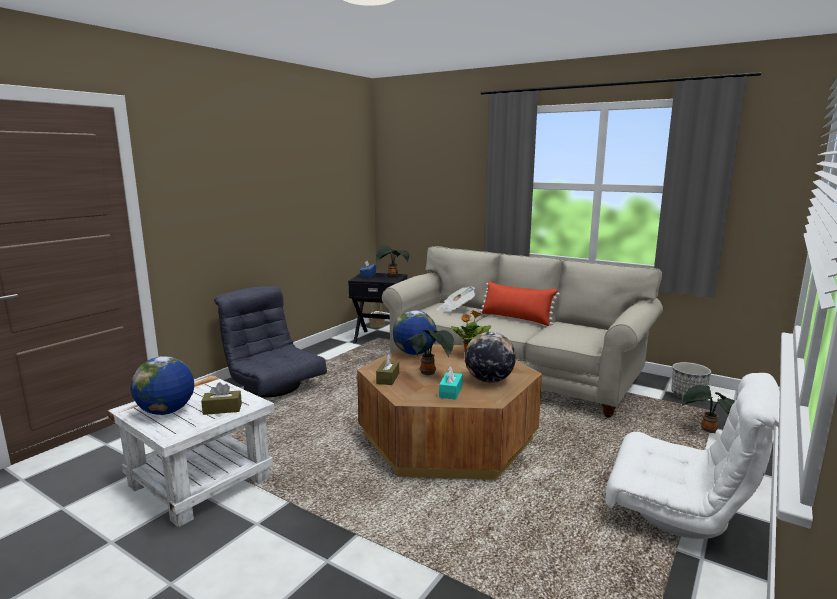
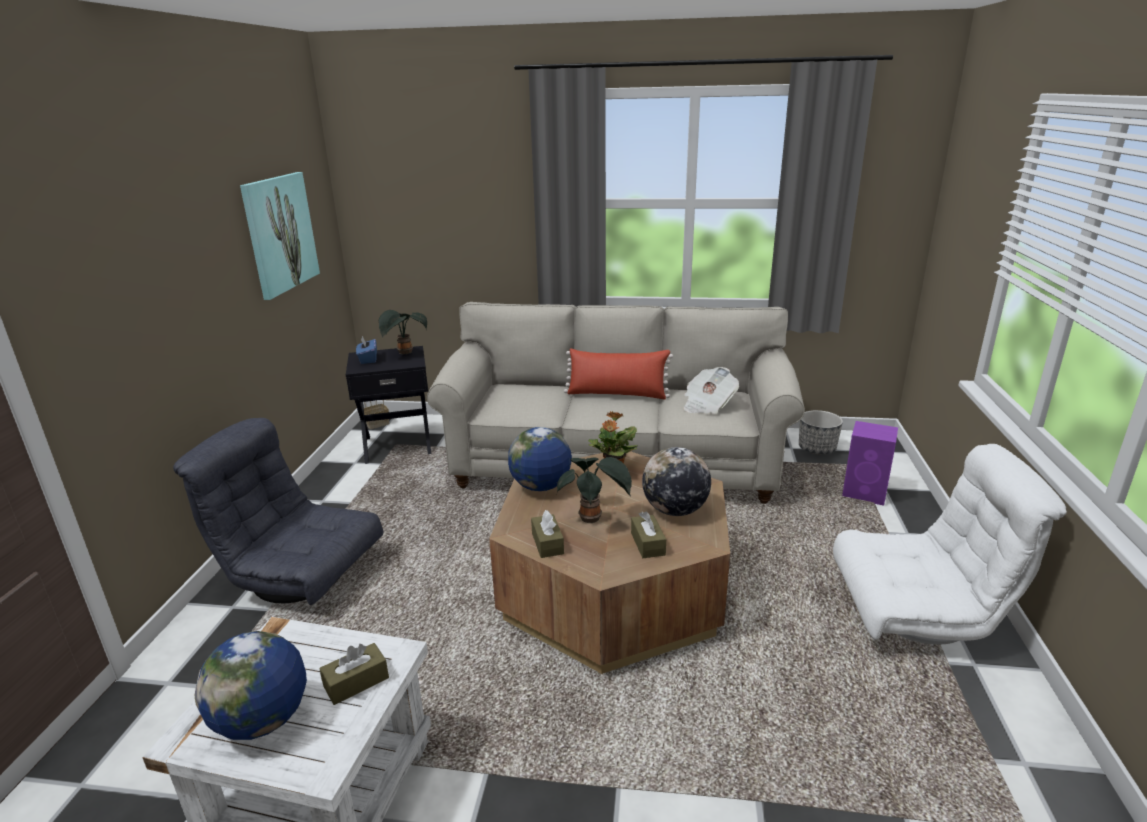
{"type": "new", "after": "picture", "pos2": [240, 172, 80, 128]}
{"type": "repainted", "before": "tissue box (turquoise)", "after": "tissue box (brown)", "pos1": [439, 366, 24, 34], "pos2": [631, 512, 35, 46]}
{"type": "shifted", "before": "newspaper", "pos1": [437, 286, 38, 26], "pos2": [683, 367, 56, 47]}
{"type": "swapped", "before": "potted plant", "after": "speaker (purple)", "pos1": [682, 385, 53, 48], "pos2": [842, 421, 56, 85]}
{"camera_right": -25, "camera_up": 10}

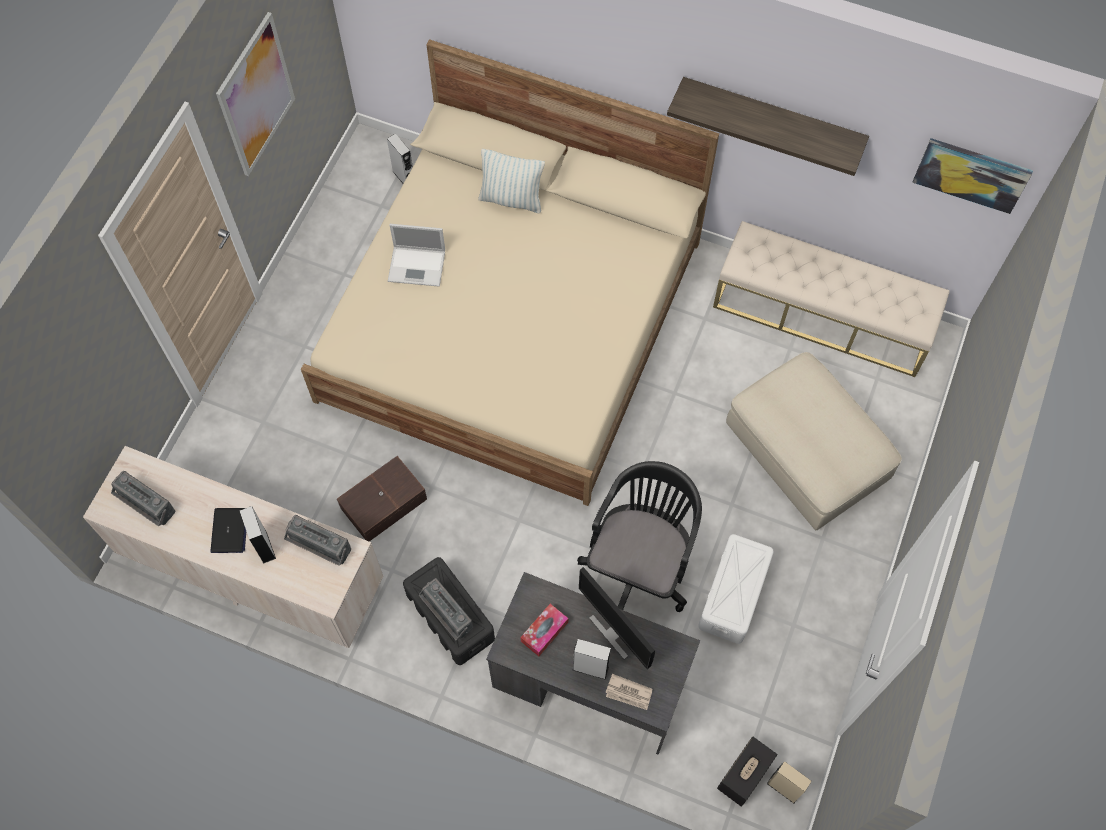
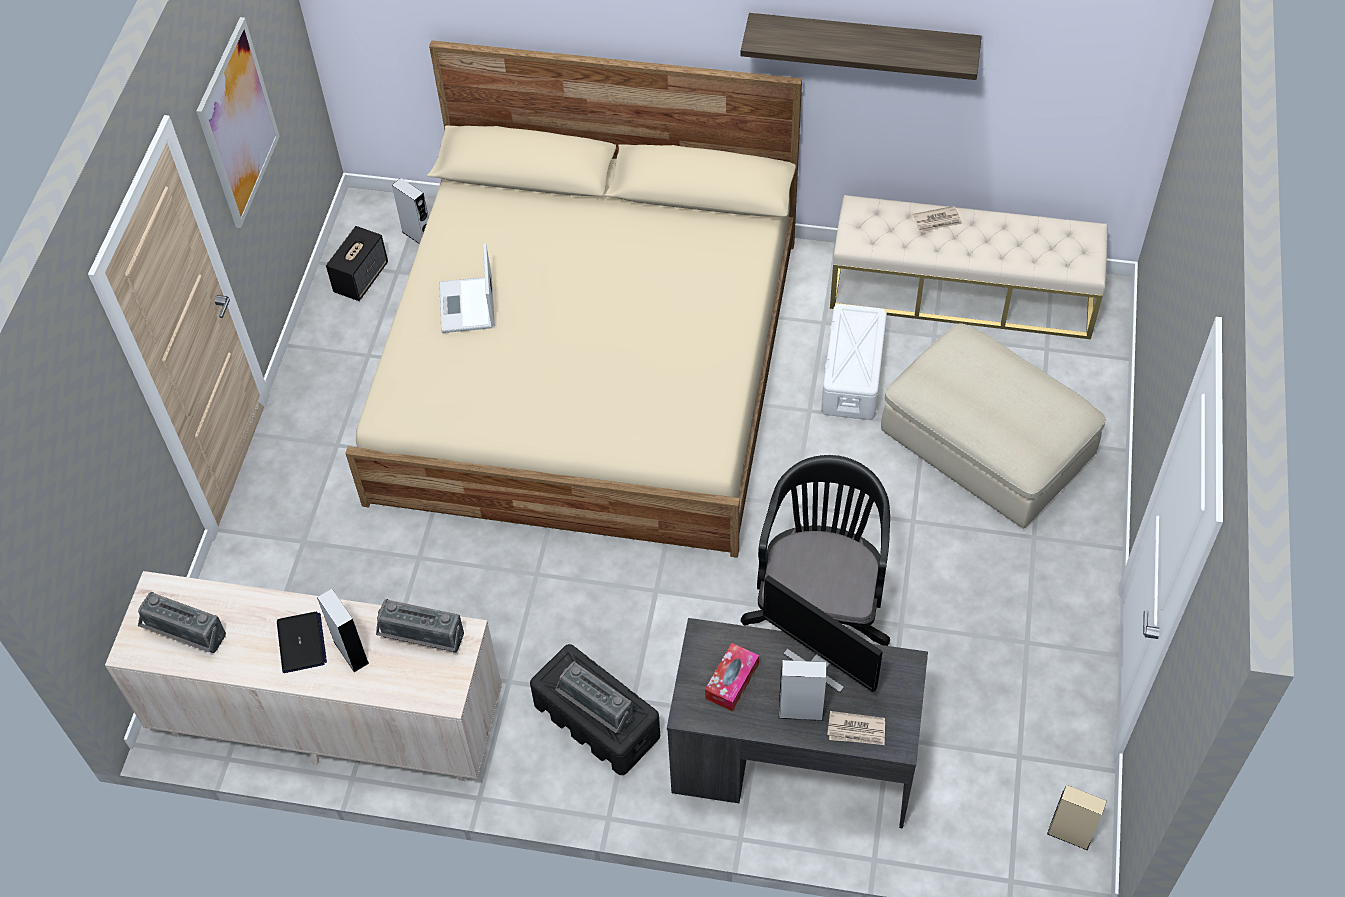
{"type": "shifted", "before": "speaker", "pos1": [717, 736, 61, 71], "pos2": [326, 226, 62, 75]}
{"type": "rotated", "before": "laptop", "pos1": [388, 224, 57, 63], "pos2": [439, 244, 56, 89], "turn": 90}
{"type": "shifted", "before": "storage box (white)", "pos1": [698, 534, 76, 110], "pos2": [821, 304, 66, 116]}
{"type": "new", "after": "newspaper", "pos2": [913, 206, 49, 26]}
{"type": "gone", "before": "storage box (brown)", "pos1": [337, 456, 90, 85]}
{"type": "gone", "before": "pillow", "pos1": [478, 149, 67, 65]}
{"type": "gone", "before": "picture", "pos1": [912, 138, 121, 76]}
{"camera_right": -10, "camera_up": -10}

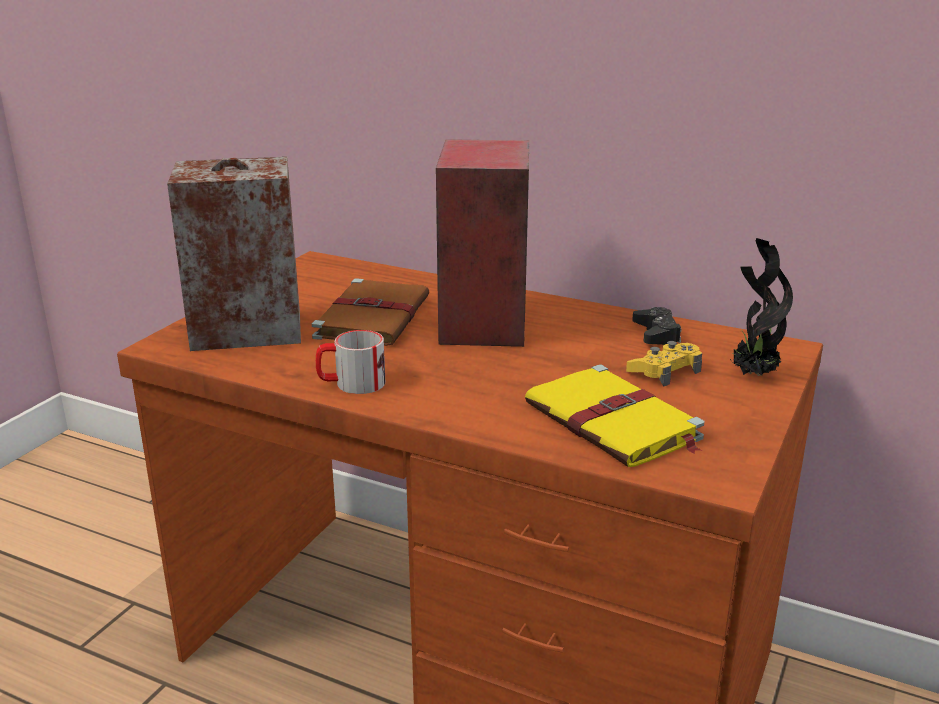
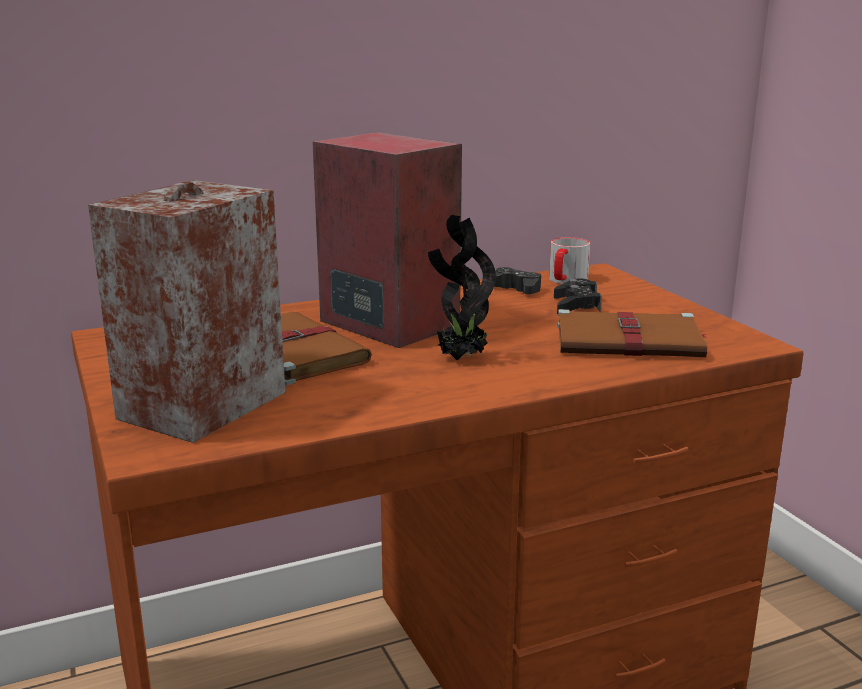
{"type": "shifted", "before": "potted plant", "pos1": [730, 238, 63, 138], "pos2": [428, 215, 68, 146]}
{"type": "shifted", "before": "mug", "pos1": [316, 330, 69, 64], "pos2": [549, 237, 41, 47]}
{"type": "repainted", "before": "game controller (yellow)", "after": "game controller (black)", "pos1": [626, 341, 76, 46], "pos2": [554, 279, 48, 35]}
{"type": "repainted", "before": "book (yellow)", "after": "book (brown)", "pos1": [525, 365, 179, 102], "pos2": [558, 309, 150, 48]}
{"camera_right": -50, "camera_up": -5}

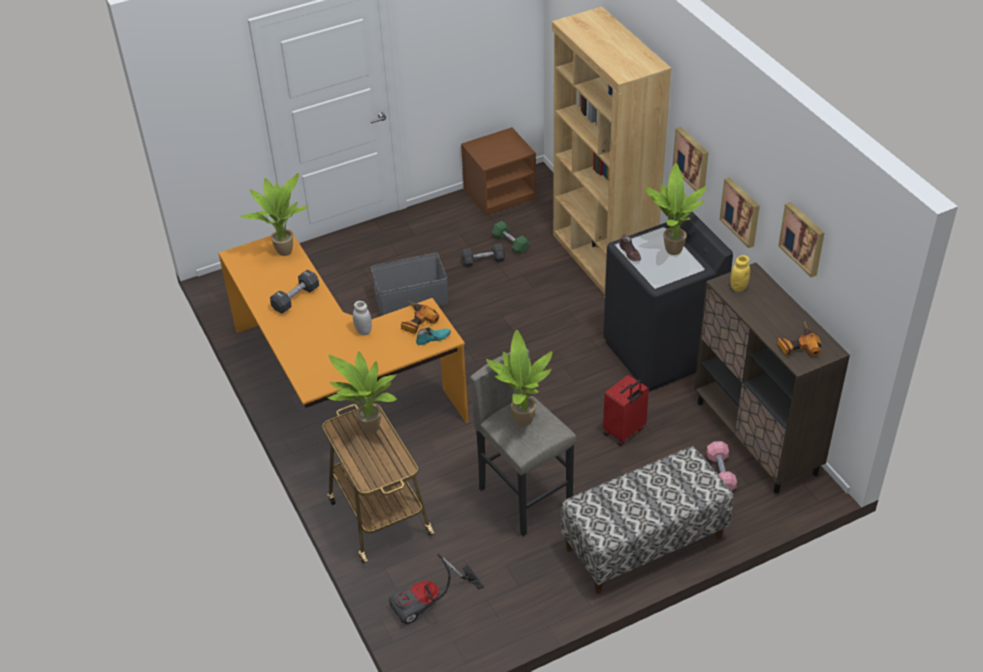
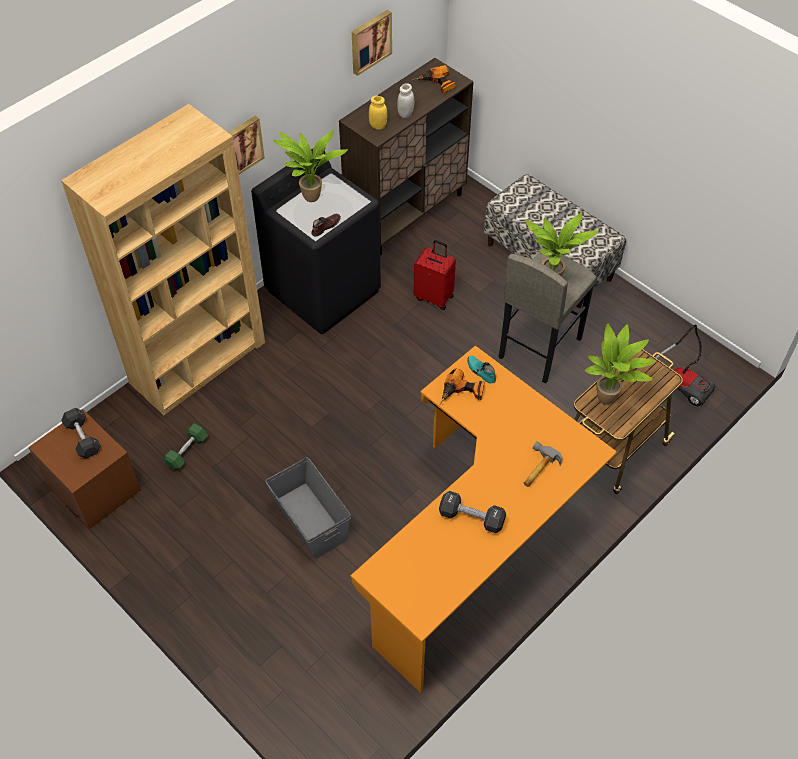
{"type": "shifted", "before": "dumbbell (grey)", "pos1": [461, 243, 44, 24], "pos2": [61, 408, 40, 51]}
{"type": "shifted", "before": "jar (white)", "pos1": [353, 301, 19, 34], "pos2": [397, 83, 17, 35]}
{"type": "new", "after": "hammer", "pos2": [524, 441, 38, 46]}
{"type": "gone", "before": "potted plant", "pos1": [240, 173, 68, 83]}
{"type": "gone", "before": "dumbbell (pink)", "pos1": [707, 441, 30, 50]}
{"type": "gone", "before": "picture", "pos1": [720, 177, 40, 71]}
{"camera_right": -110, "camera_up": 10}

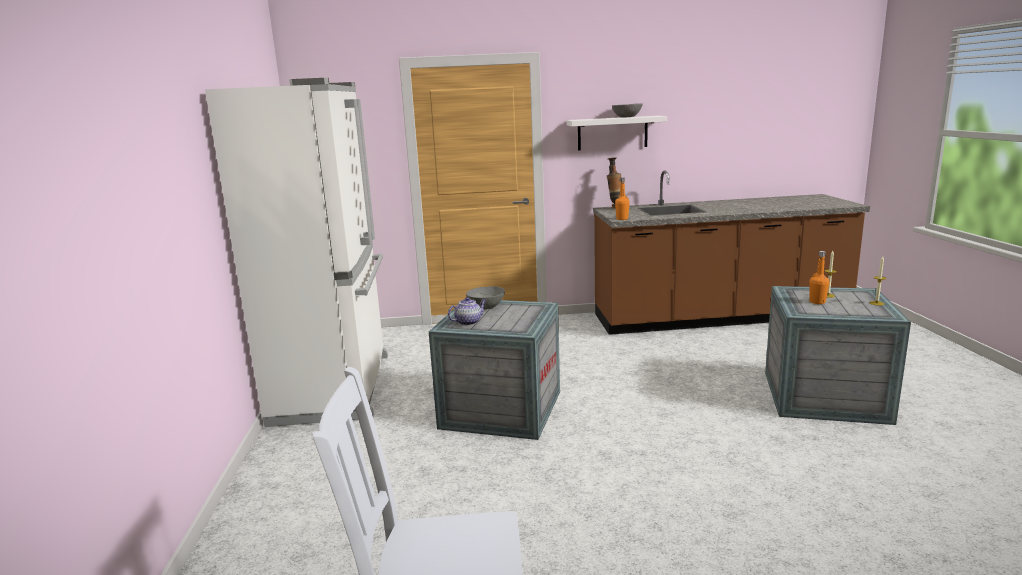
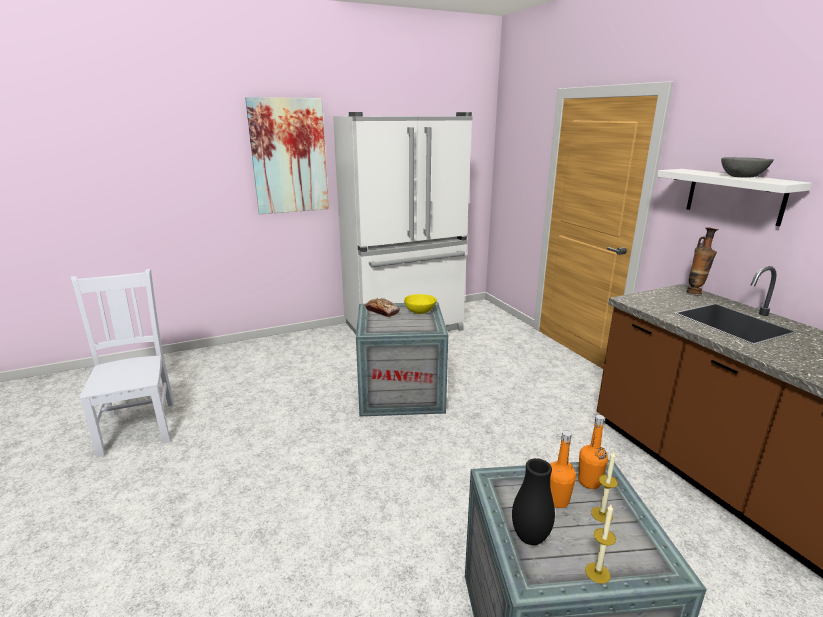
{"type": "new", "after": "picture", "pos2": [245, 97, 84, 117]}
{"type": "swapped", "before": "teapot", "after": "bread", "pos1": [448, 297, 38, 28], "pos2": [365, 298, 35, 19]}
{"type": "repainted", "before": "bowl (grey)", "after": "bowl (yellow)", "pos1": [466, 286, 39, 24], "pos2": [404, 294, 33, 20]}
{"type": "new", "after": "vase (black)", "pos2": [512, 458, 43, 87]}
{"type": "shifted", "before": "bottle (orange)", "pos1": [615, 178, 15, 42], "pos2": [578, 415, 30, 74]}
{"camera_right": 70, "camera_up": 5}

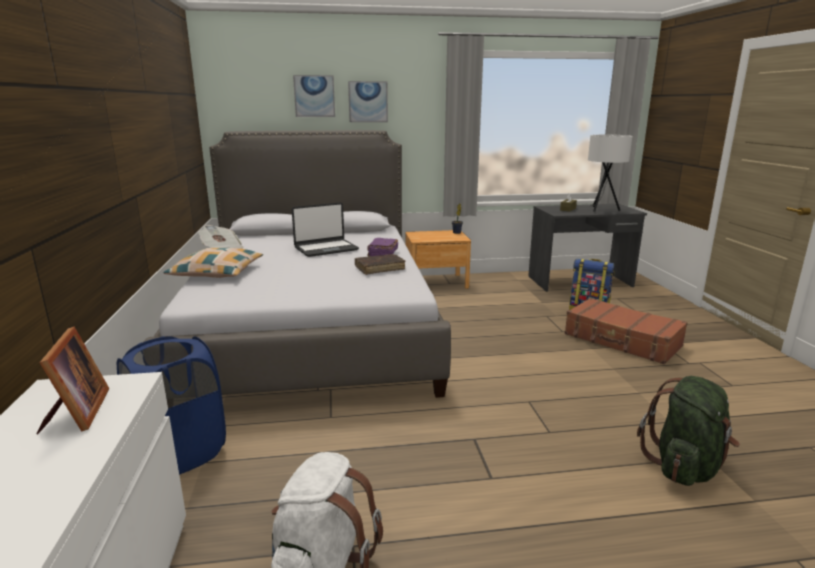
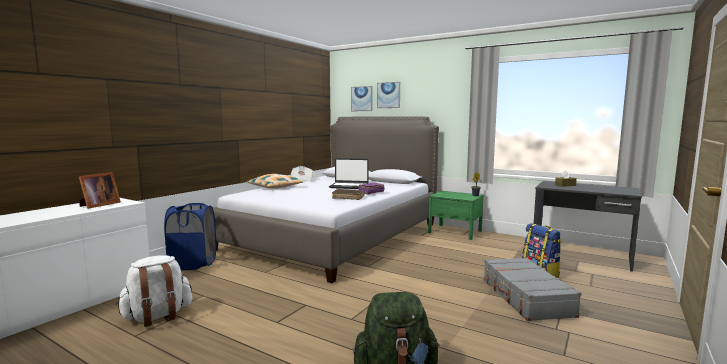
{"type": "shifted", "before": "picture", "pos1": [348, 81, 40, 41], "pos2": [351, 86, 21, 25]}
{"type": "repainted", "before": "nightstand (brown)", "after": "nightstand (green)", "pos1": [405, 230, 66, 59], "pos2": [428, 191, 55, 49]}
{"type": "repainted", "before": "suitcase (brown)", "after": "suitcase (grey)", "pos1": [565, 298, 123, 66], "pos2": [484, 257, 97, 64]}
{"type": "gone", "before": "table lamp (white)", "pos1": [588, 135, 44, 77]}
{"camera_right": 40, "camera_up": -10}

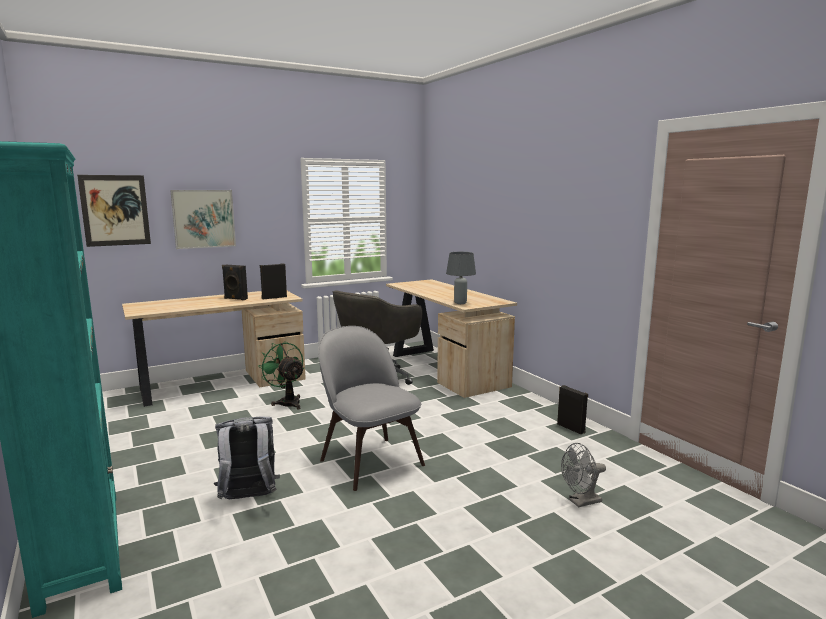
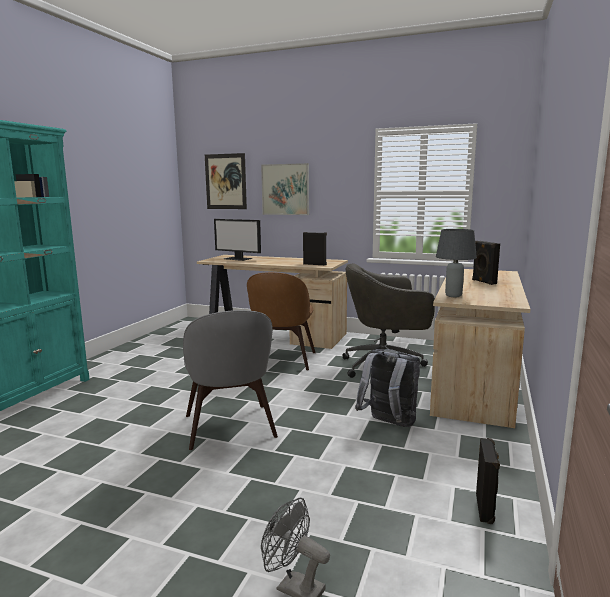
{"type": "rotated", "before": "chair (grey)", "pos1": [318, 326, 107, 165], "pos2": [183, 310, 95, 140], "turn": 150}
{"type": "new", "after": "monitor", "pos2": [214, 219, 47, 42]}
{"type": "swapped", "before": "fan (green)", "after": "chair (brown)", "pos1": [258, 341, 47, 69], "pos2": [247, 272, 68, 98]}
{"type": "shifted", "before": "backpack (grey)", "pos1": [214, 417, 66, 82], "pos2": [355, 349, 65, 78]}
{"type": "shifted", "before": "speaker (black)", "pos1": [222, 265, 26, 35], "pos2": [472, 241, 28, 44]}
{"camera_right": 50, "camera_up": 0}

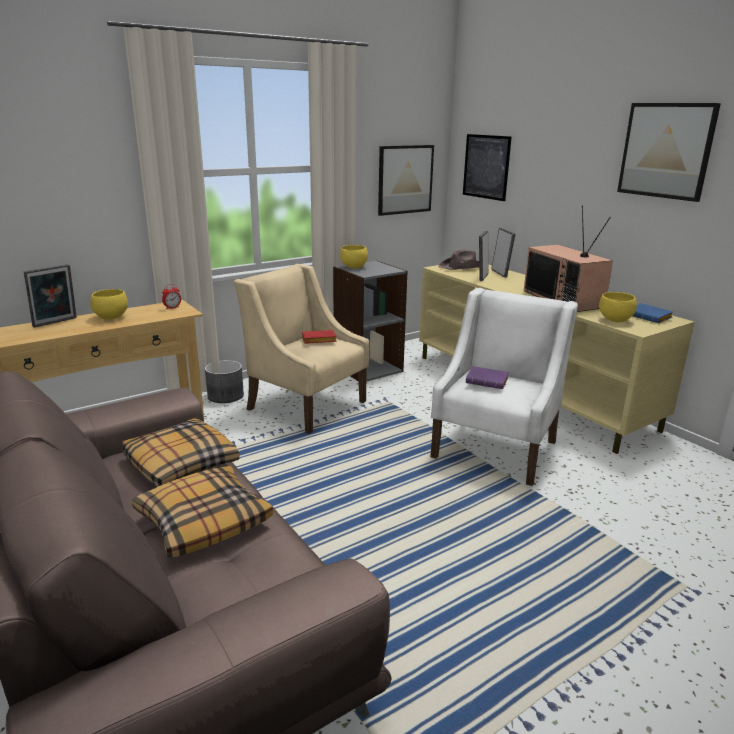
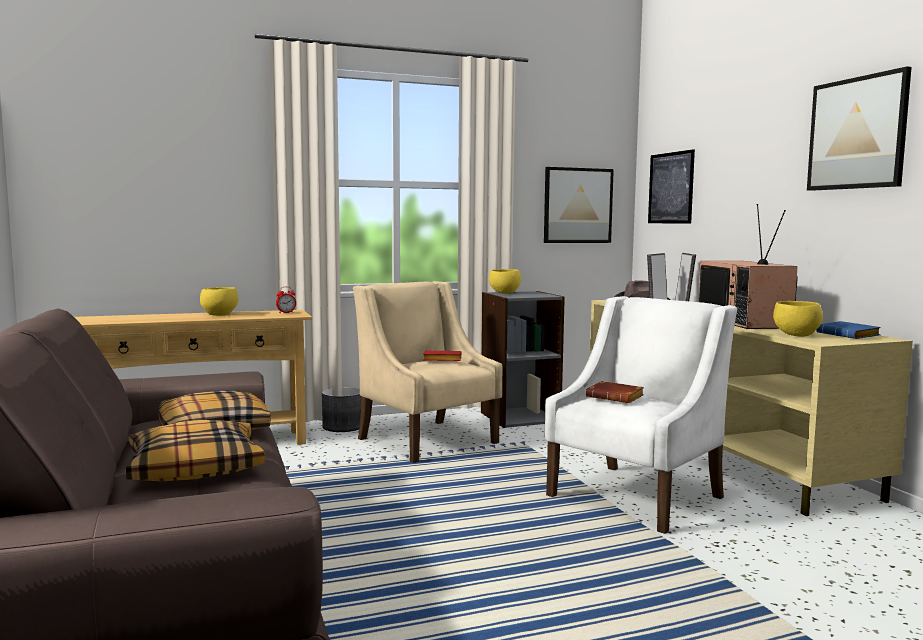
{"type": "repainted", "before": "book (purple)", "after": "book (brown)", "pos1": [466, 366, 43, 23], "pos2": [586, 381, 58, 22]}
{"type": "gone", "before": "picture frame", "pos1": [23, 264, 54, 64]}
{"camera_right": 15, "camera_up": -15}

